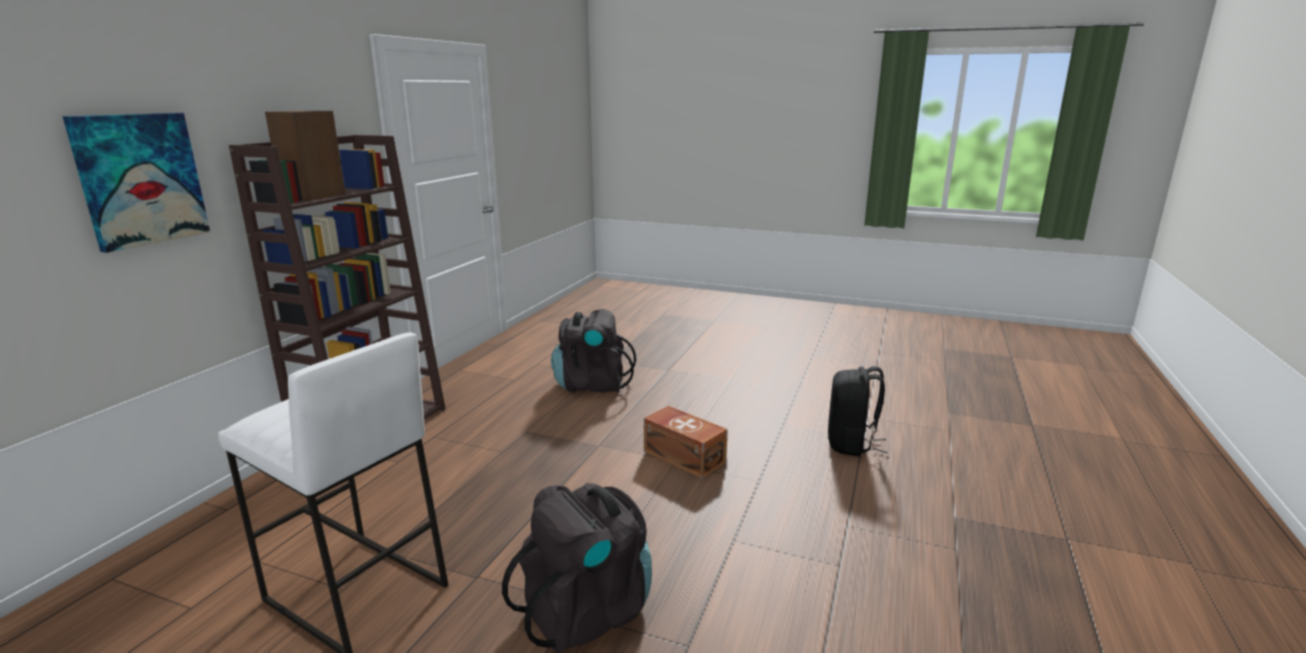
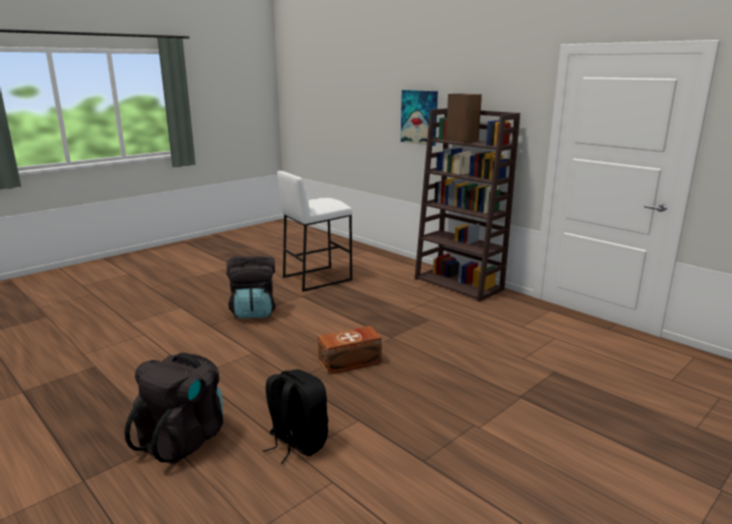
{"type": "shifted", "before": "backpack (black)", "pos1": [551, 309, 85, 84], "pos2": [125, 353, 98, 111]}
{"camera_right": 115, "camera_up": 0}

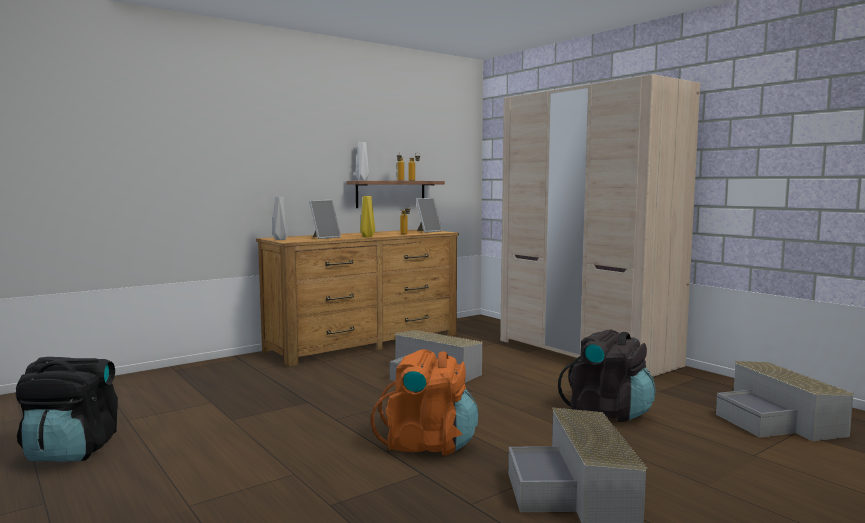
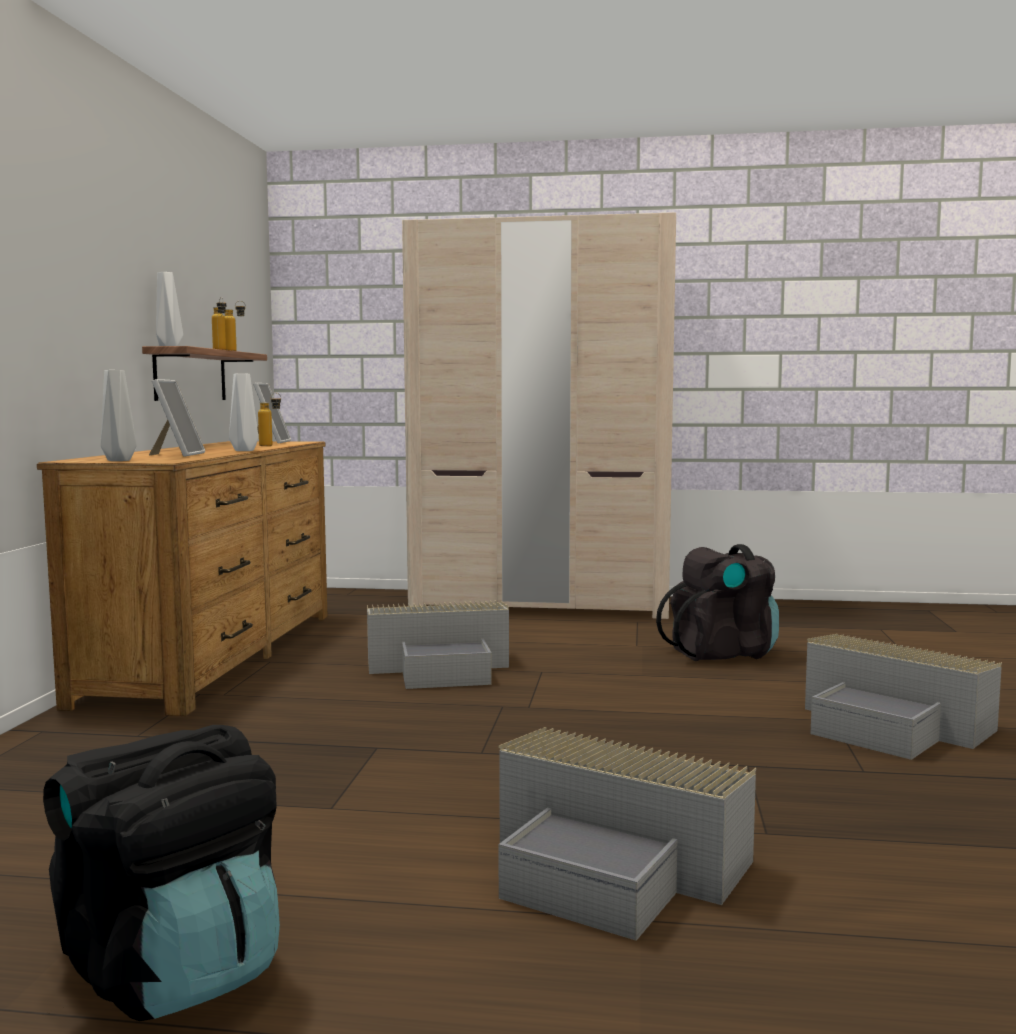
{"type": "repainted", "before": "vase (yellow)", "after": "vase (white)", "pos1": [360, 196, 15, 41], "pos2": [229, 374, 29, 77]}
{"type": "shifted", "before": "storage box (grey)", "pos1": [716, 361, 138, 80], "pos2": [499, 727, 257, 214]}
{"type": "gone", "before": "backpack (orange)", "pos1": [371, 349, 107, 107]}
{"camera_right": -45, "camera_up": 0}

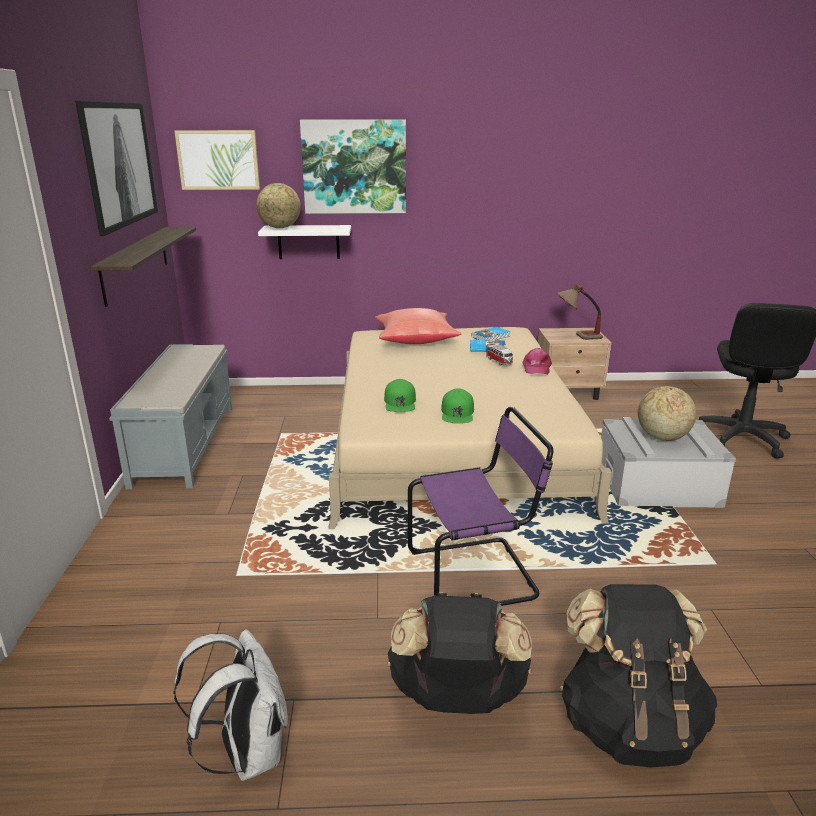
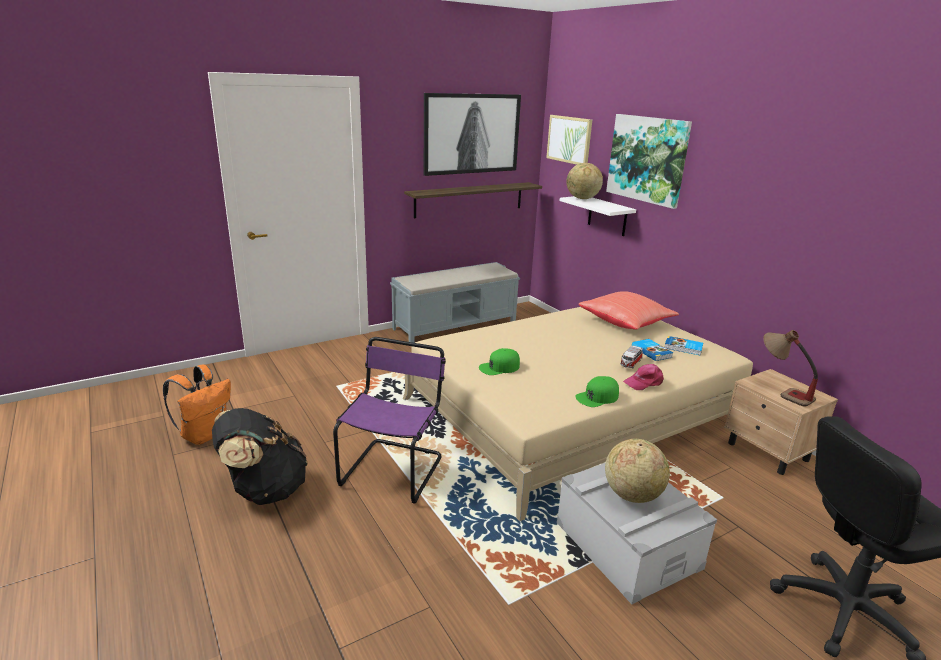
{"type": "repainted", "before": "backpack (white)", "after": "backpack (orange)", "pos1": [173, 629, 115, 152], "pos2": [163, 364, 68, 81]}
{"type": "rotated", "before": "chair (purple)", "pos1": [408, 407, 145, 199], "pos2": [333, 337, 113, 167], "turn": -120}
{"type": "shifted", "before": "cap (green)", "pos1": [384, 379, 32, 33], "pos2": [575, 376, 44, 31]}
{"type": "gone", "before": "backpack (black)", "pos1": [560, 584, 157, 183]}
{"camera_right": 60, "camera_up": 0}

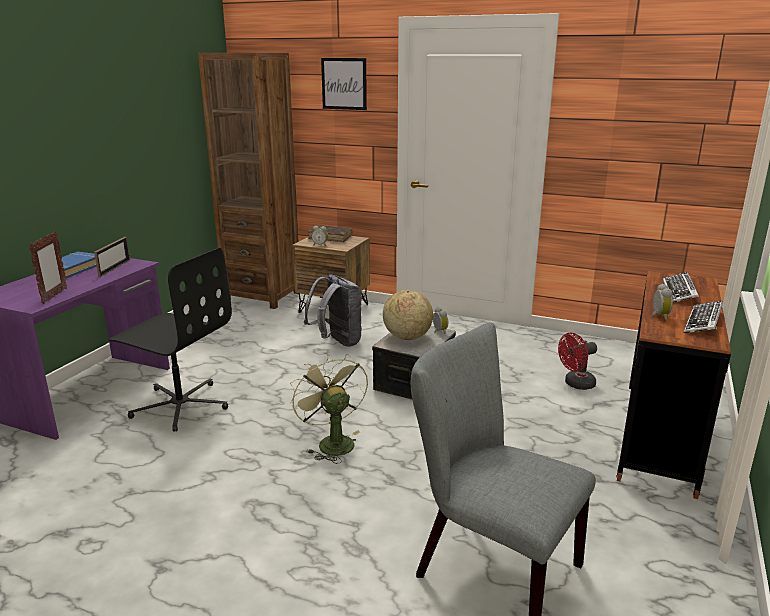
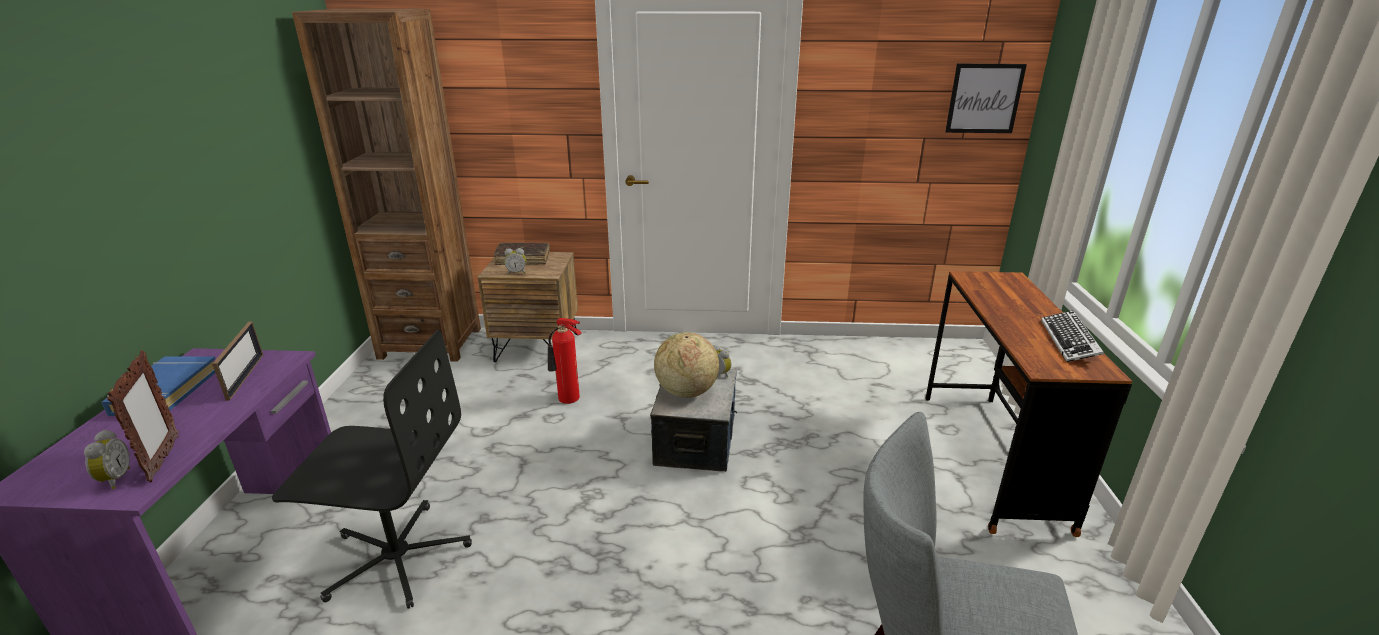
{"type": "shifted", "before": "alarm clock", "pos1": [651, 284, 22, 36], "pos2": [84, 430, 46, 59]}
{"type": "swapped", "before": "backpack (grey)", "after": "fire extinguisher", "pos1": [304, 274, 58, 73], "pos2": [548, 318, 34, 86]}
{"type": "shifted", "before": "picture", "pos1": [321, 58, 46, 52], "pos2": [945, 64, 82, 69]}
{"type": "gone", "before": "fan (green)", "pos1": [290, 353, 78, 111]}
{"type": "gone", "before": "fan (red)", "pos1": [558, 333, 39, 57]}
{"type": "gone", "before": "keyboard", "pos1": [663, 272, 36, 31]}
{"camera_right": -20, "camera_up": 5}

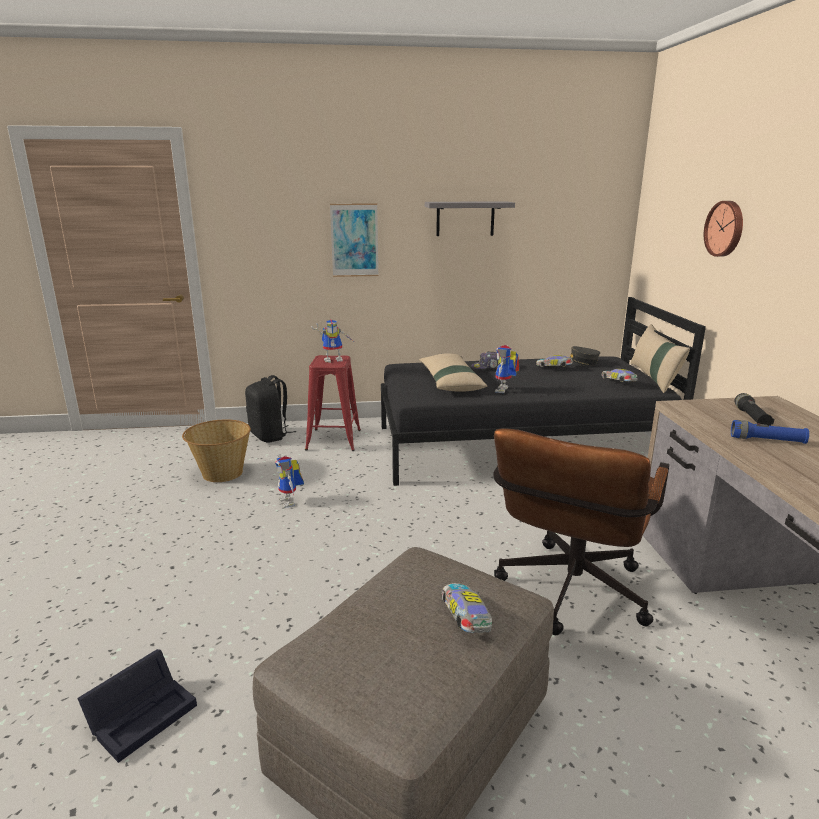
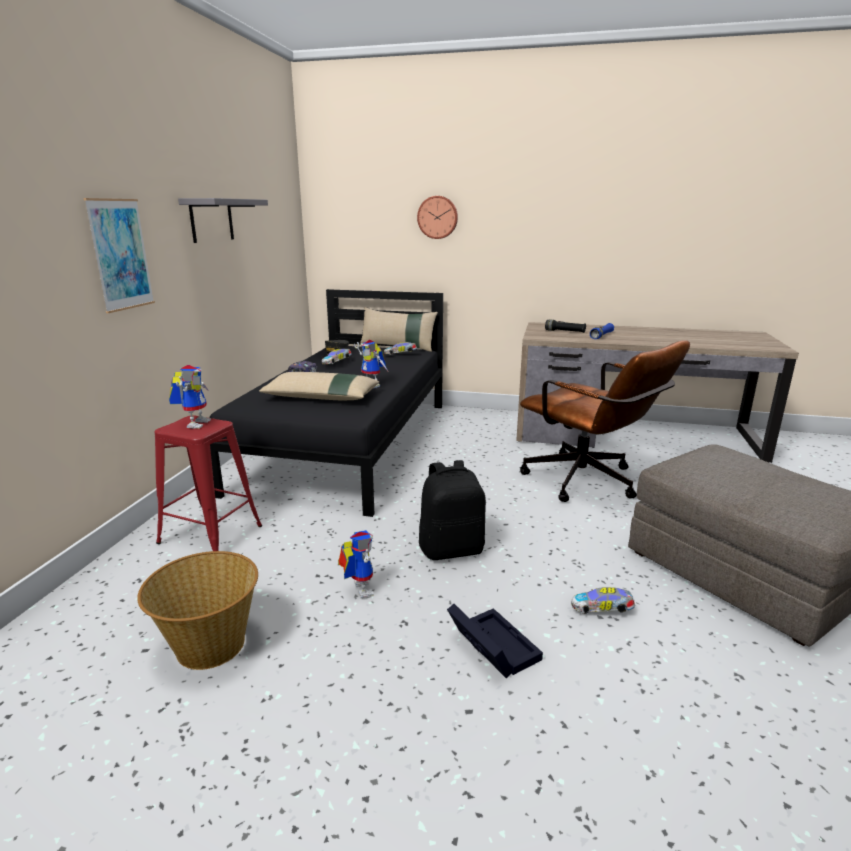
{"type": "rotated", "before": "toy robot", "pos1": [275, 454, 29, 54], "pos2": [338, 530, 36, 68], "turn": -105}
{"type": "shifted", "before": "backpack (black)", "pos1": [245, 375, 51, 67], "pos2": [419, 460, 67, 100]}
{"type": "shifted", "before": "storage box (black)", "pos1": [77, 649, 120, 114], "pos2": [447, 604, 96, 74]}
{"type": "shifted", "before": "toy car", "pos1": [442, 583, 50, 50], "pos2": [571, 587, 64, 27]}
{"camera_right": -70, "camera_up": 0}

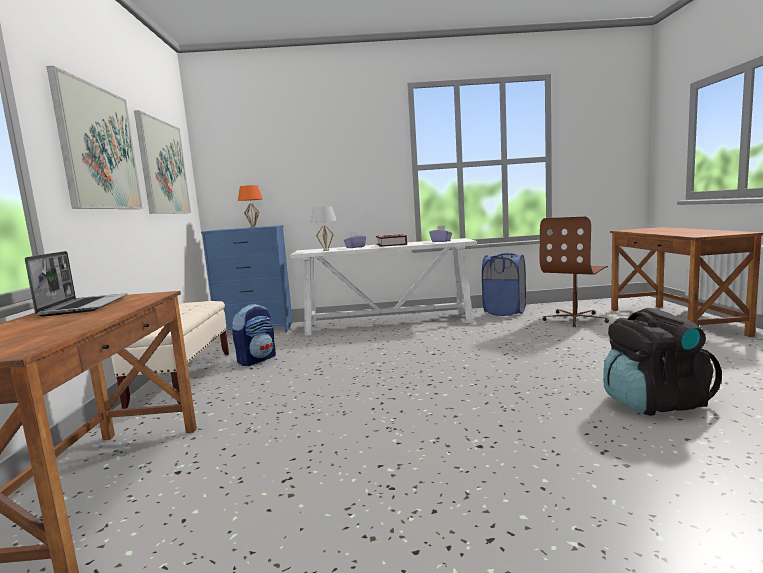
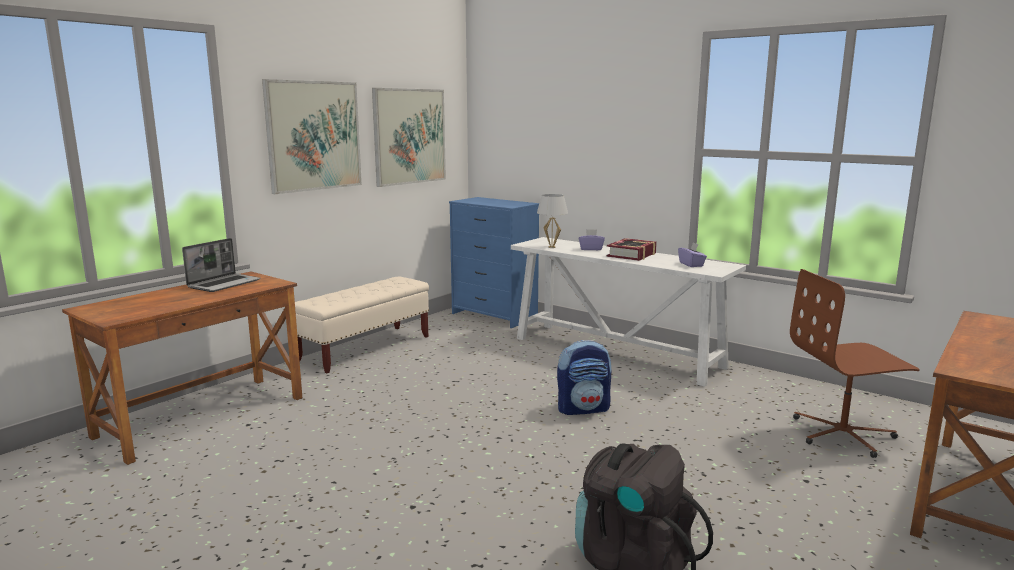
{"type": "shifted", "before": "backpack", "pos1": [232, 304, 44, 62], "pos2": [557, 340, 54, 75]}
{"type": "gone", "before": "table lamp (orange)", "pos1": [238, 185, 25, 43]}
{"type": "gone", "before": "laundry basket (blue)", "pos1": [482, 253, 44, 63]}
{"camera_right": 40, "camera_up": 5}

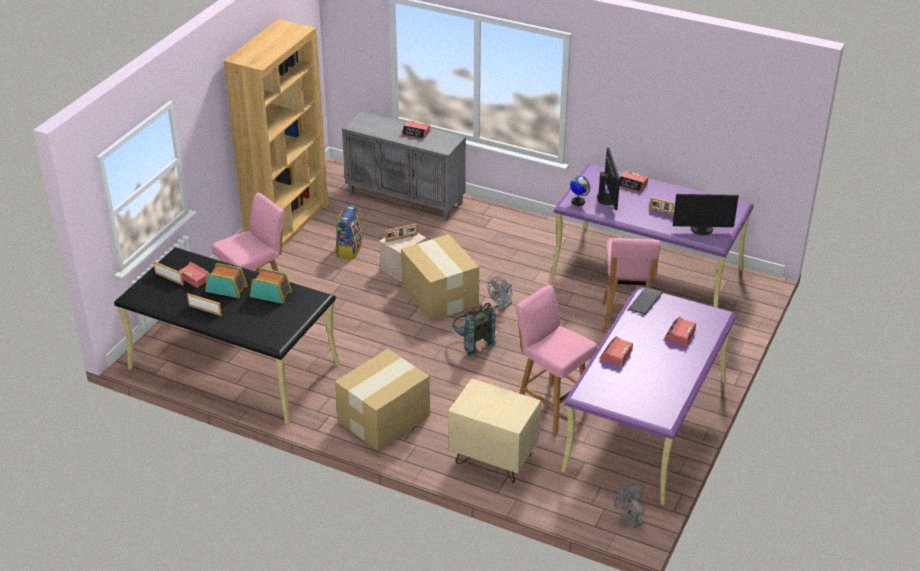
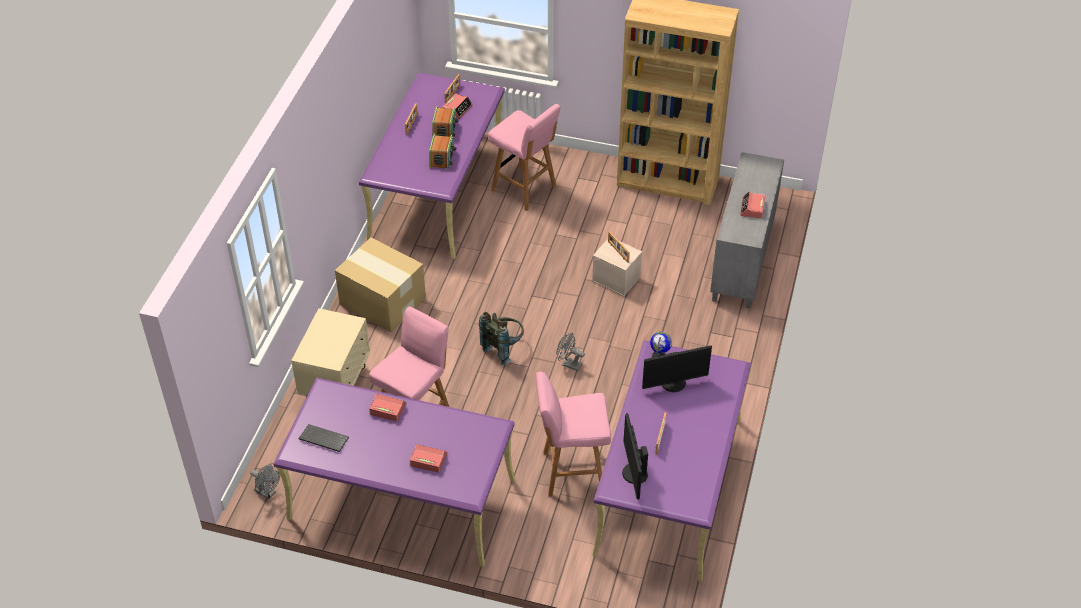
{"type": "rotated", "before": "fan (grey)", "pos1": [615, 483, 29, 45], "pos2": [250, 463, 30, 36], "turn": 75}
{"type": "shifted", "before": "keyboard", "pos1": [628, 287, 35, 27], "pos2": [299, 424, 50, 28]}
{"type": "repainted", "before": "desk (black)", "after": "desk (purple)", "pos1": [114, 247, 226, 177], "pos2": [359, 73, 146, 186]}
{"type": "gone", "before": "backpack", "pos1": [335, 205, 27, 55]}
{"type": "gone", "before": "cardboard box", "pos1": [401, 234, 78, 87]}
{"type": "gone", "before": "alarm clock", "pos1": [619, 171, 29, 22]}
{"camera_right": 80, "camera_up": 10}

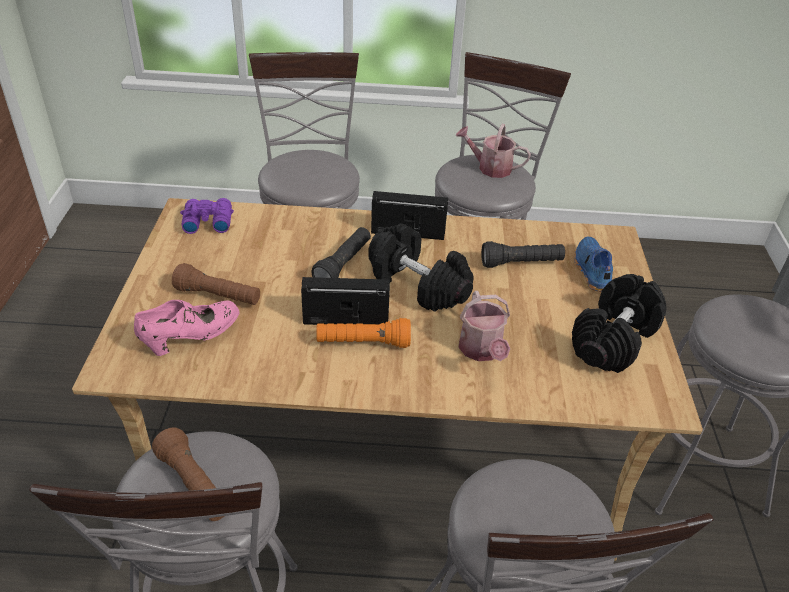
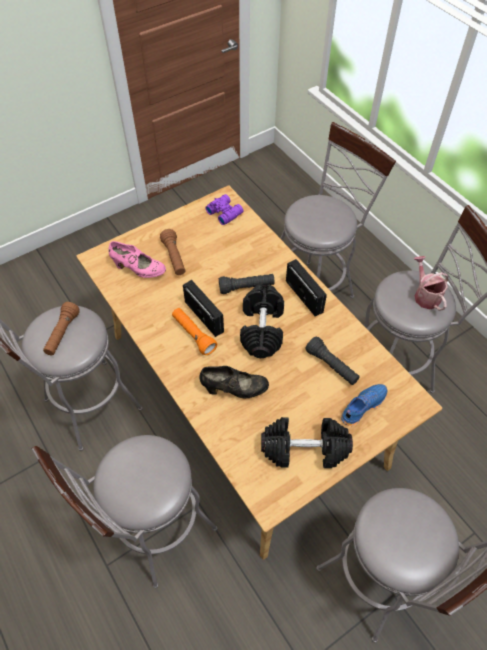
{"type": "swapped", "before": "watering can", "after": "shoe (black)", "pos1": [459, 291, 51, 70], "pos2": [199, 366, 70, 32]}
{"camera_right": 55, "camera_up": 15}

